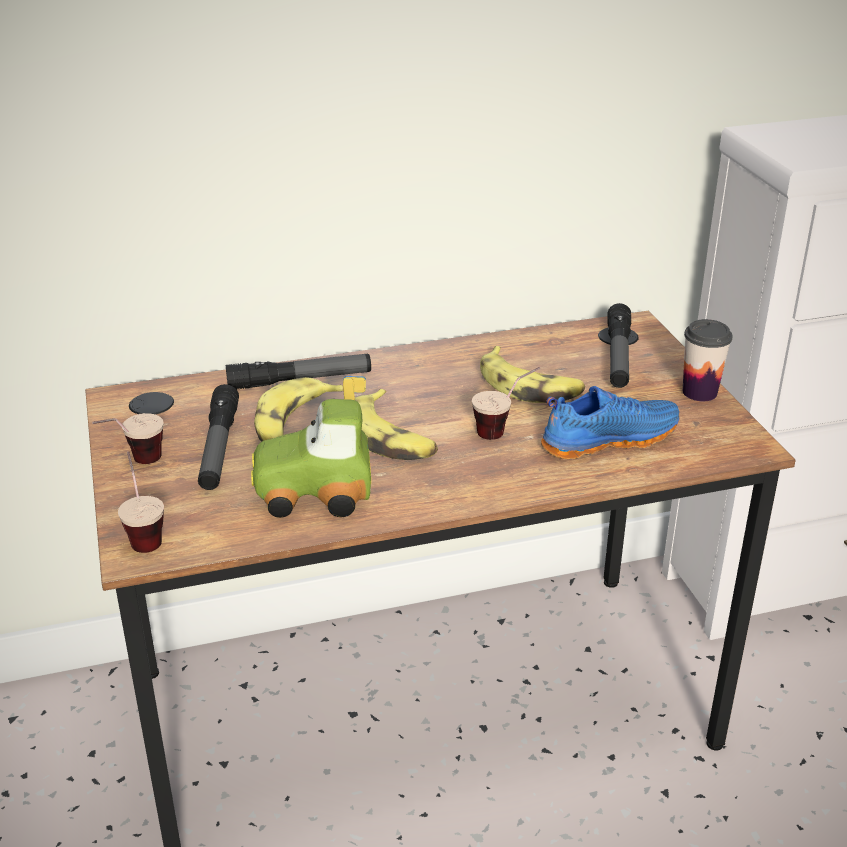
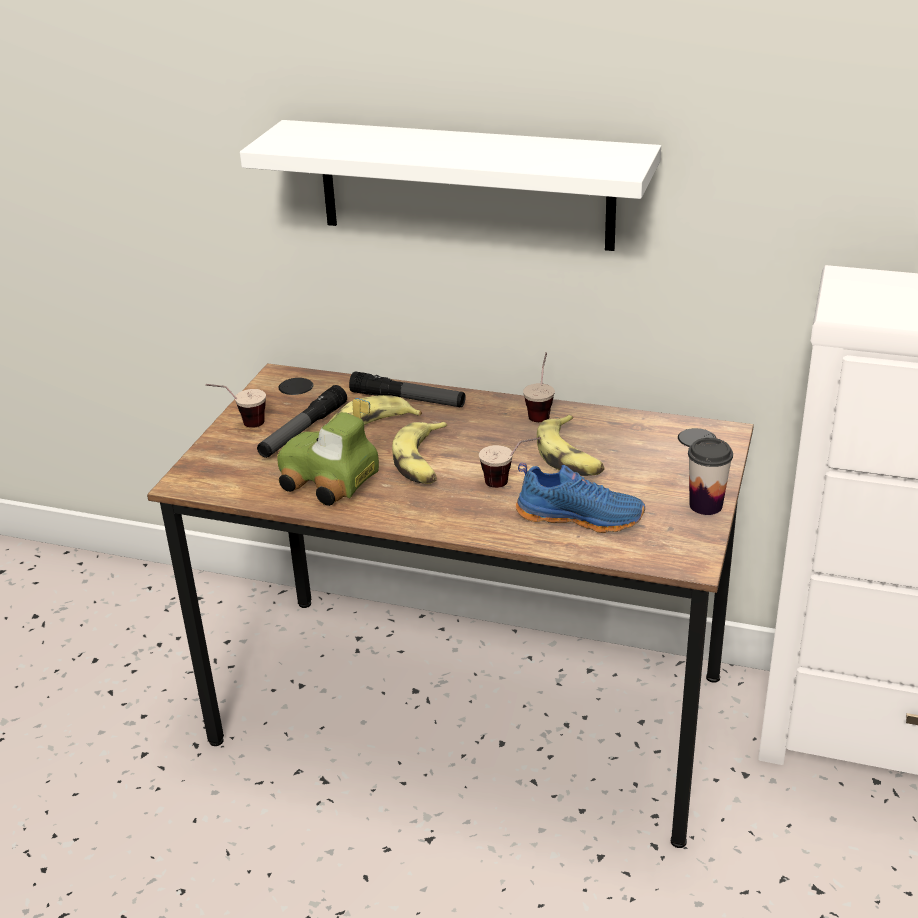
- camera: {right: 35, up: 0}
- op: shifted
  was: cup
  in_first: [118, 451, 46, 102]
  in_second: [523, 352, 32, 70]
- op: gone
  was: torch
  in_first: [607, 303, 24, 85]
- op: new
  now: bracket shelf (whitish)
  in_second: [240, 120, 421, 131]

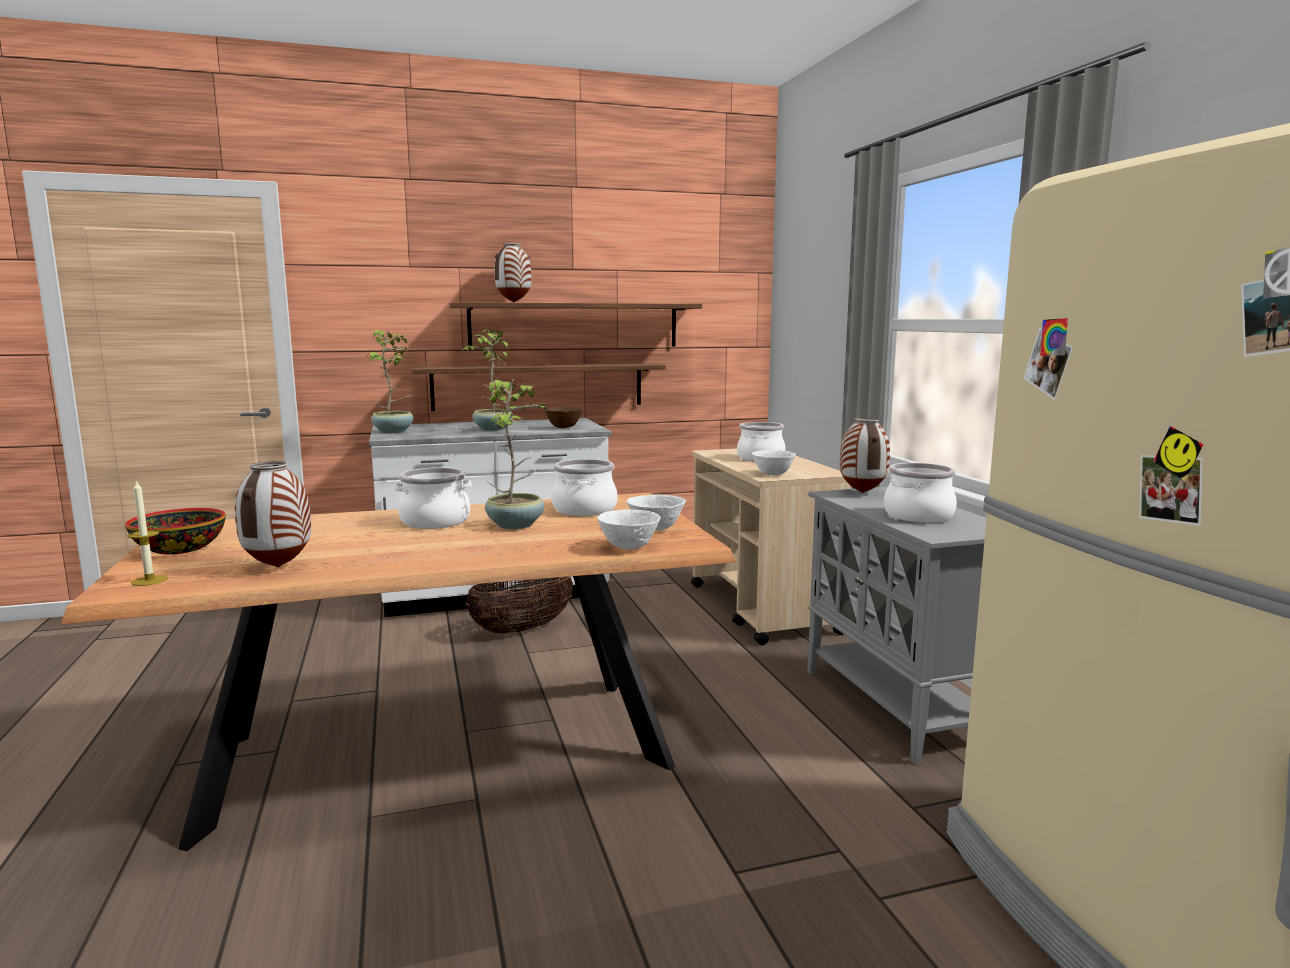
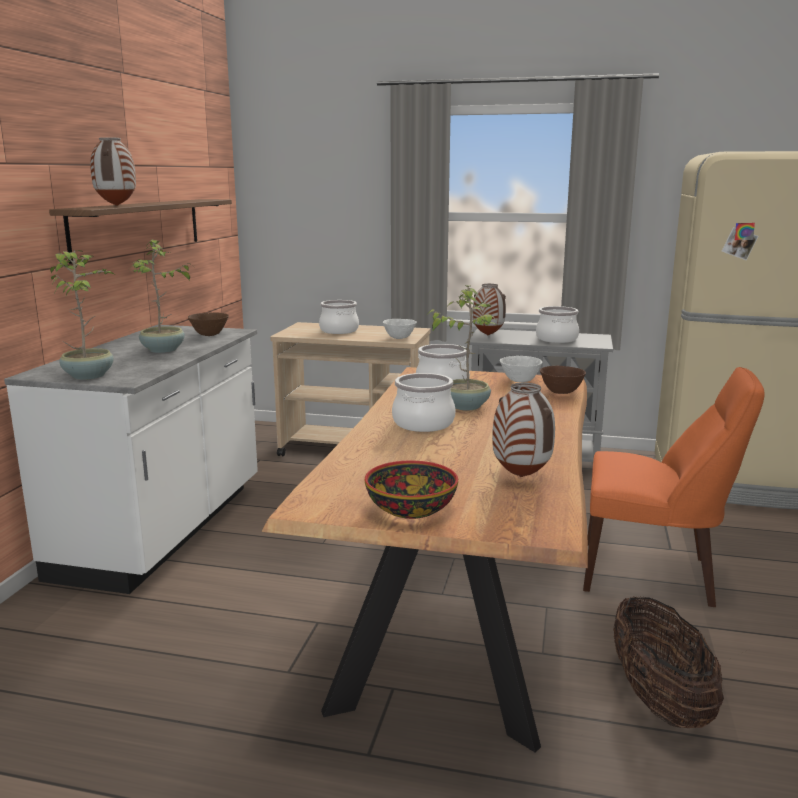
- camera: {right: -60, up: 5}
- op: gone
  was: wax candle
  in_first: [128, 480, 40, 106]
- op: gone
  was: bracket shelf
  in_first: [412, 363, 254, 48]
- op: shifted
  was: household basket
  in_first: [466, 577, 107, 57]
  in_second: [613, 596, 111, 132]
- op: repainted
  was: serving bowl (whitish)
  now: serving bowl (brown-coloured)
  in_first: [597, 509, 63, 41]
  in_second: [540, 366, 46, 28]
- op: new
  now: chair (orange-coloured)
  in_second: [583, 367, 182, 240]

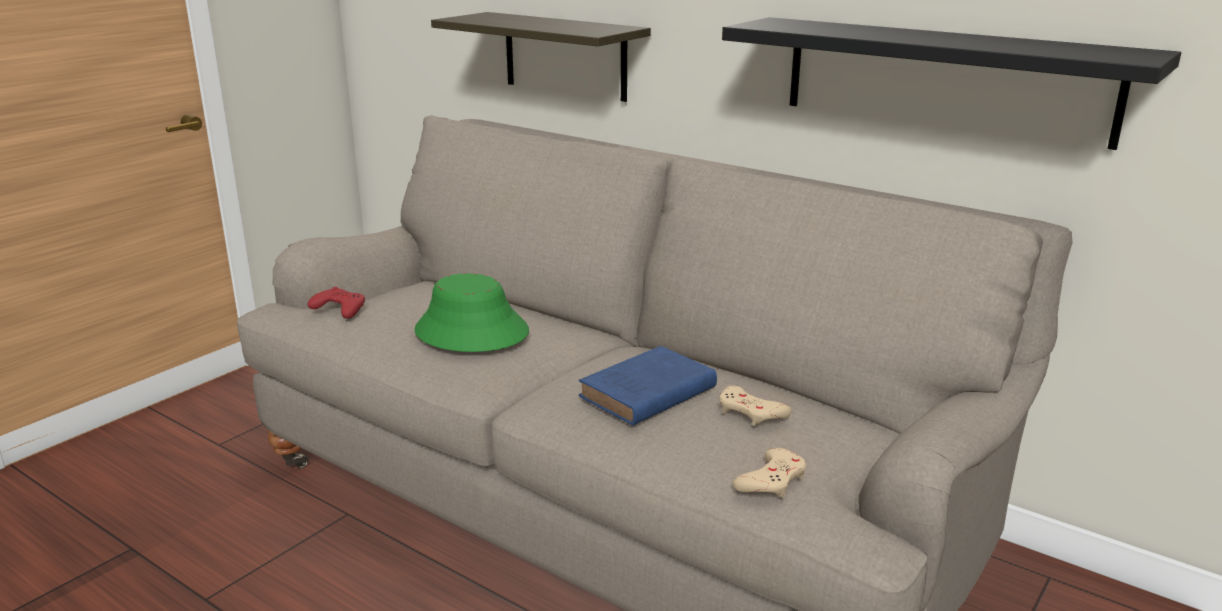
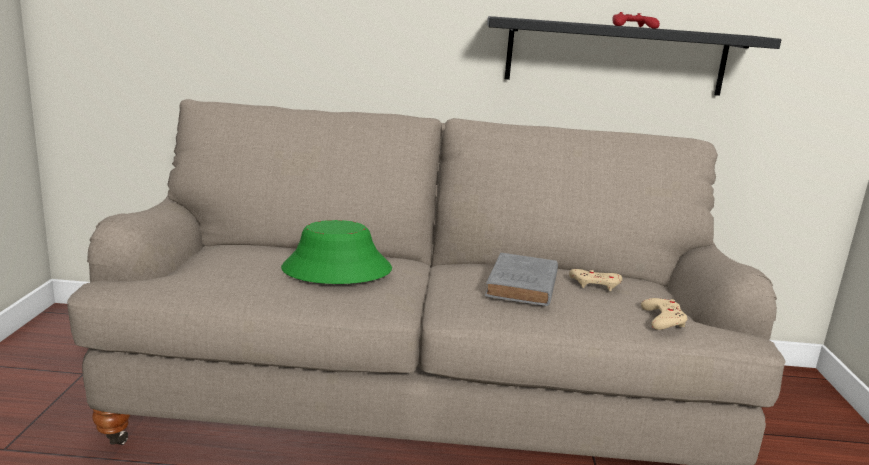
- camera: {right: -35, up: -5}
- op: shifted
  was: joypad (red)
  in_first: [308, 287, 57, 32]
  in_second: [612, 12, 48, 17]
- op: gone
  was: bracket shelf
  in_first: [431, 12, 220, 90]
- op: repainted
  was: volume (blue)
  now: volume (grey)
  in_first: [579, 346, 138, 79]
  in_second: [485, 253, 73, 53]

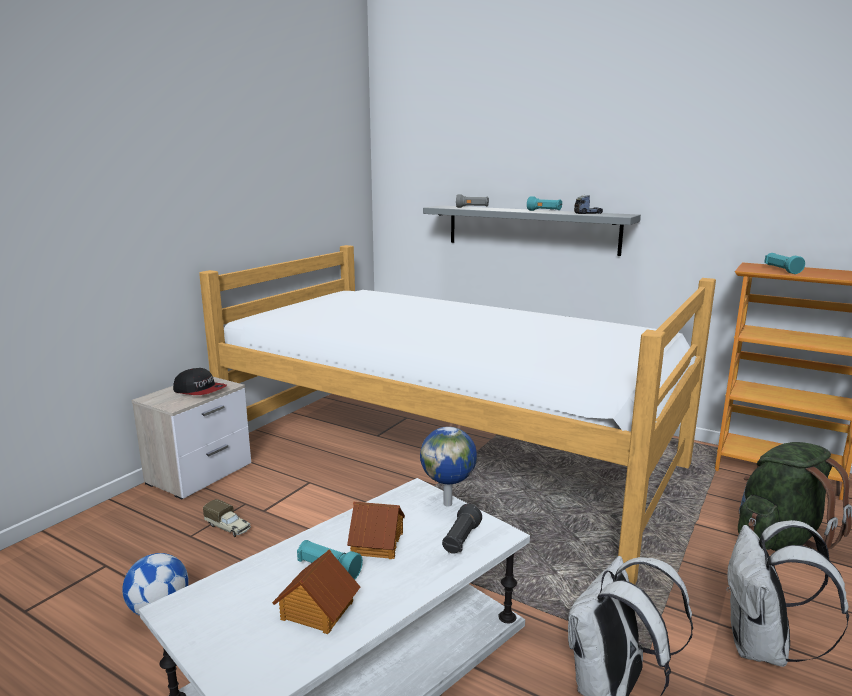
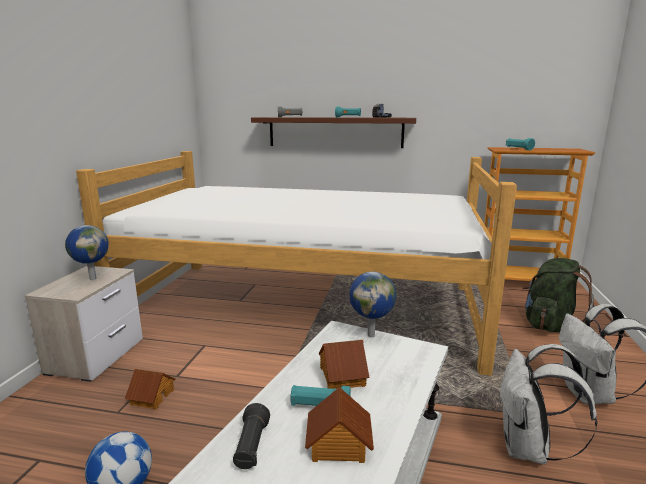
- camera: {right: -20, up: 0}
- op: swapped
  was: cap
  now: desk globe
  in_first: [173, 368, 54, 27]
  in_second: [65, 225, 44, 55]
- op: swapped
  was: toy lorry
  now: miniature house
  in_first: [203, 499, 48, 38]
  in_second: [125, 369, 51, 40]
- op: repainted
  was: bracket shelf (grey)
  now: bracket shelf (brown-coloured)
  in_first: [423, 205, 218, 51]
  in_second: [251, 117, 165, 31]
- op: shifted
  was: torch (blackish)
  in_first: [442, 504, 40, 50]
  in_second: [233, 403, 37, 66]

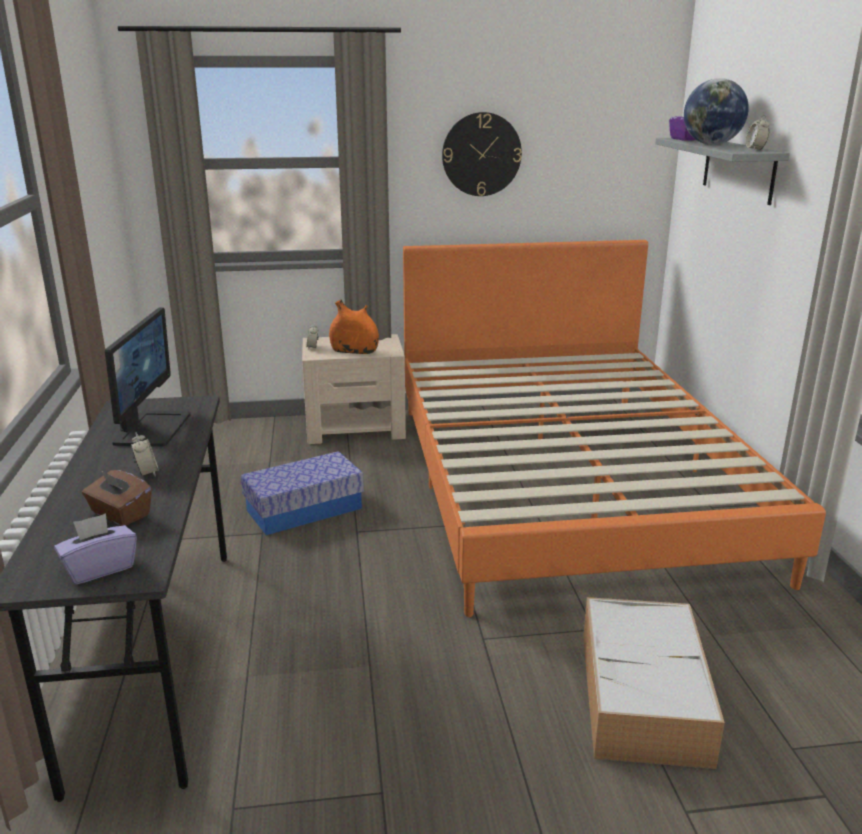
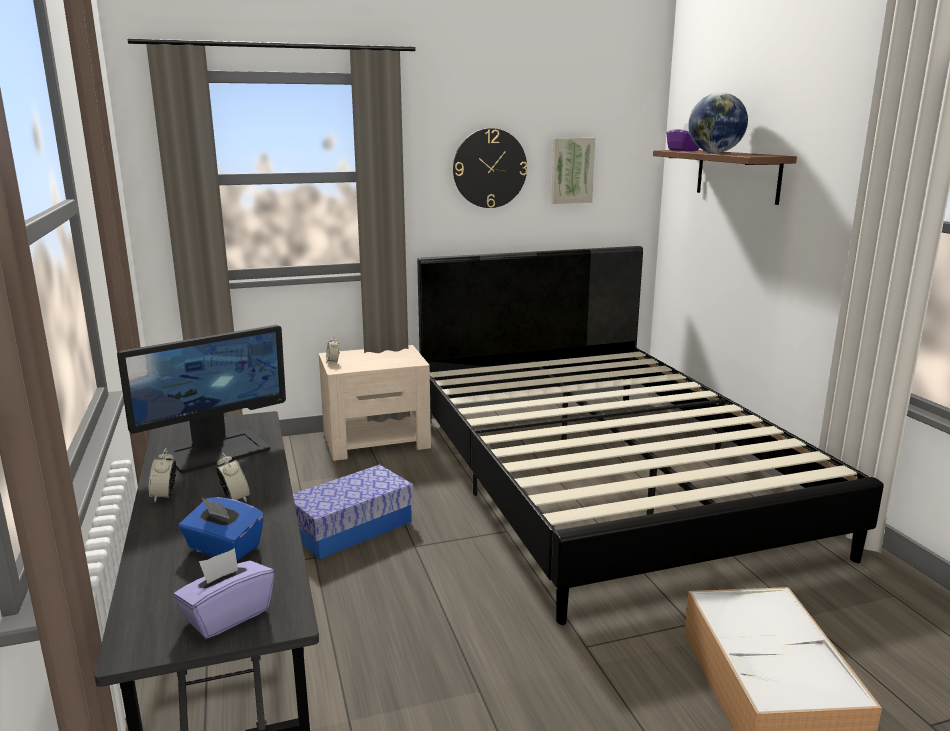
- camera: {right: -10, up: -5}
- op: repainted
  was: tissue holder (brown-coloured)
  now: tissue holder (blue)
  in_first: [82, 470, 70, 56]
  in_second: [178, 497, 86, 64]
- op: rotated
  was: computer screen
  in_first: [105, 307, 86, 140]
  in_second: [117, 325, 169, 148]
  clockwise: 60
- op: gone
  was: decorative vase (orange-coloured)
  in_first: [329, 299, 50, 55]
- op: repainted
  was: bedroom bed (orange-coloured)
  now: bedroom bed (blackish)
  in_first: [403, 240, 423, 377]
  in_second: [417, 246, 467, 379]
- op: repainted
  was: bracket shelf (grey)
  now: bracket shelf (brown-coloured)
  in_first: [655, 138, 135, 67]
  in_second: [653, 150, 144, 55]
- op: shifted
  was: bedside clock
  in_first: [745, 115, 24, 35]
  in_second: [149, 448, 27, 55]
- op: new
  now: wall picture
  in_second: [551, 138, 44, 66]

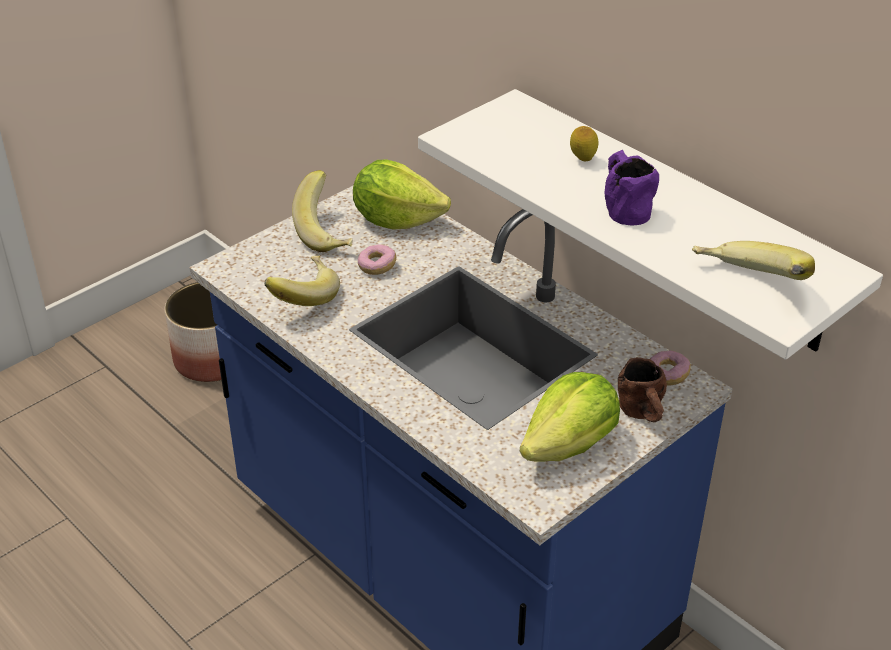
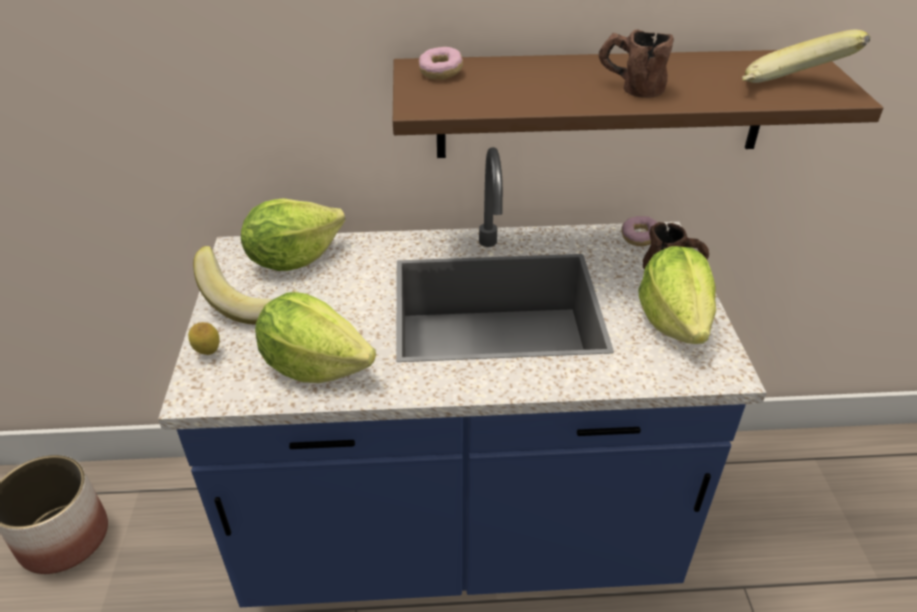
- camera: {right: -50, up: 0}
- op: swapped
  was: banana fruit
  now: lettuce
  in_first: [264, 256, 76, 50]
  in_second: [255, 292, 121, 91]
- op: shifted
  was: donut
  in_first: [358, 244, 38, 31]
  in_second: [418, 47, 45, 33]
- op: repainted
  was: bracket shelf (whitish)
  now: bracket shelf (brown-coloured)
  in_first: [418, 89, 465, 271]
  in_second: [393, 50, 490, 108]
- op: shifted
  was: whole lemon
  in_first: [570, 126, 28, 36]
  in_second: [188, 322, 32, 33]
- op: repainted
  was: coffee mug (purple-coloured)
  now: coffee mug (brown-coloured)
  in_first: [605, 150, 54, 75]
  in_second: [598, 29, 76, 69]

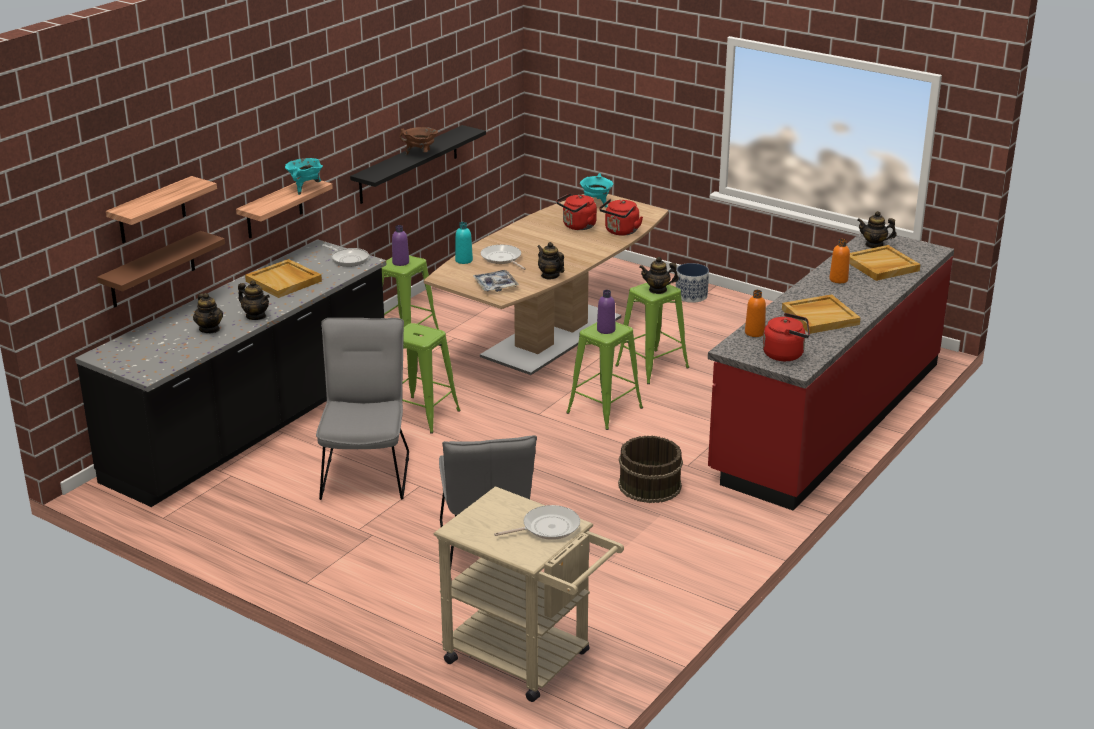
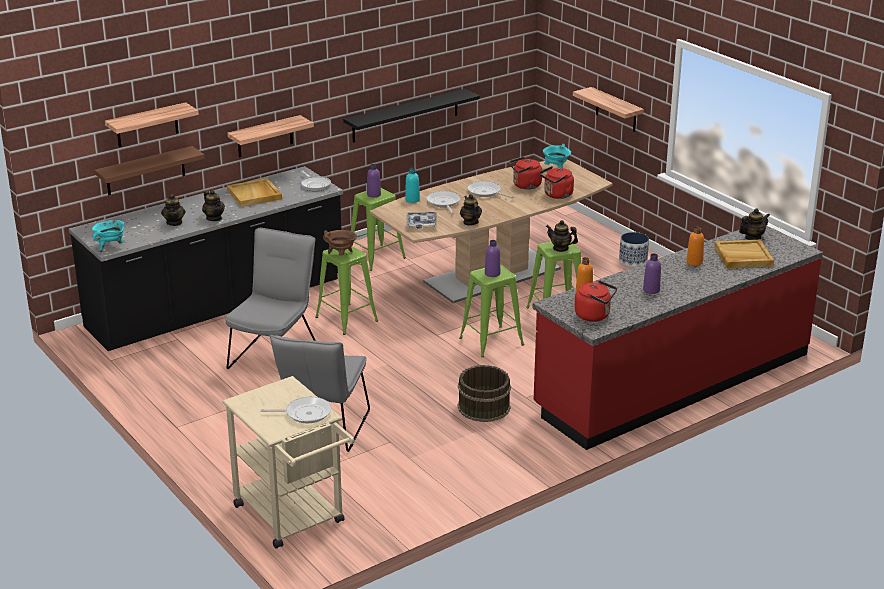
- camera: {right: 20, up: 0}
- op: shifted
  was: cooking pot (blue-green)
  in_first: [285, 158, 38, 37]
  in_second: [92, 220, 32, 33]
- op: shifted
  was: cooking pot (brown-coloured)
  in_first: [400, 127, 38, 28]
  in_second: [323, 230, 34, 25]
- op: swapped
  was: carrying tray (beige)
  now: drink bottle (purple-coloured)
  in_first: [782, 294, 79, 40]
  in_second: [643, 253, 18, 41]
- op: rotated
  was: teapot
  in_first: [857, 211, 40, 37]
  in_second: [739, 208, 31, 32]
  clockwise: 120
- op: new
  now: frying pan
  in_second: [467, 181, 47, 17]
- op: new
  now: bracket shelf
  in_second: [573, 87, 71, 45]

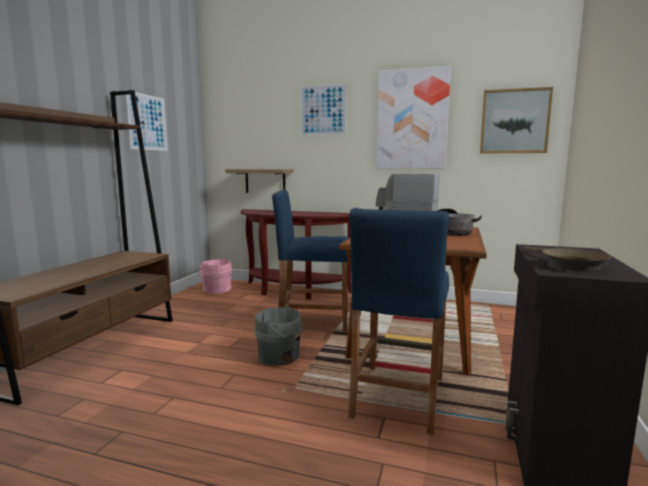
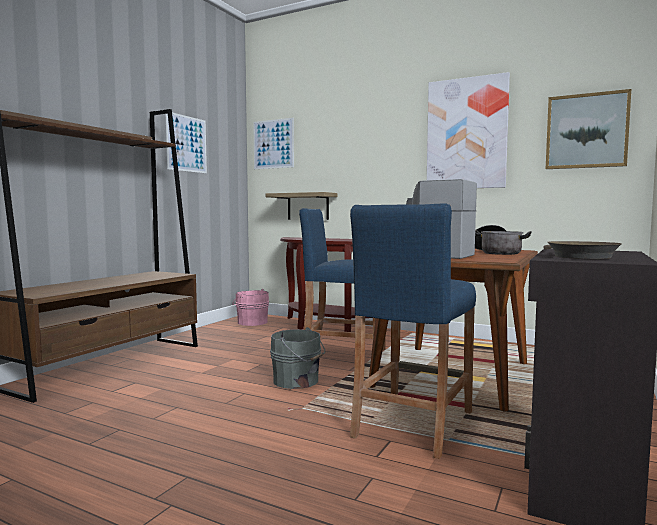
- camera: {right: 10, up: -5}
- op: shifted
  was: wall picture
  in_first: [300, 83, 47, 53]
  in_second: [253, 118, 41, 51]

